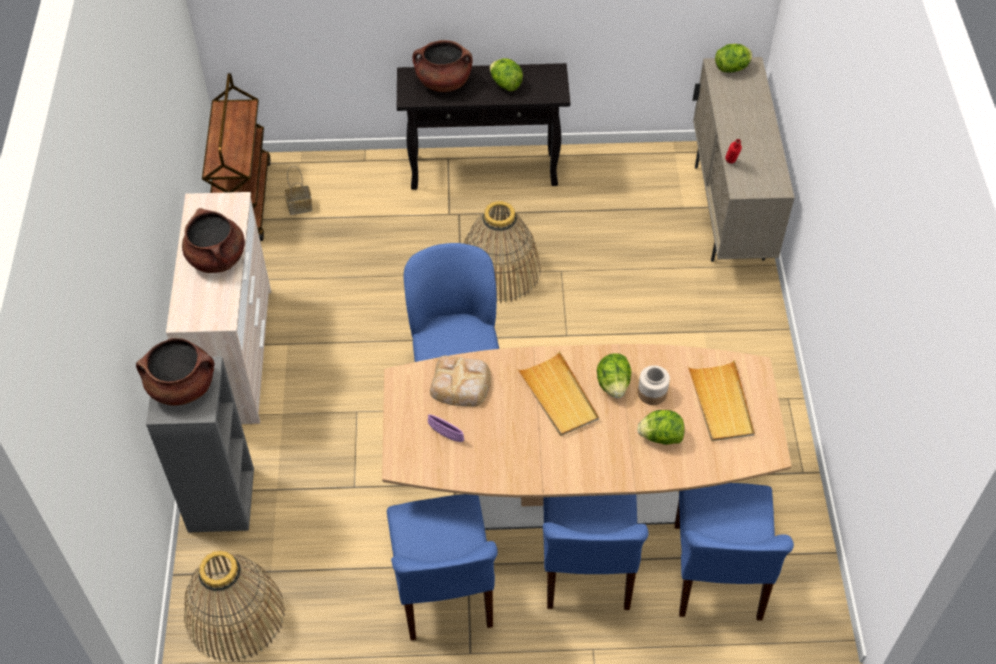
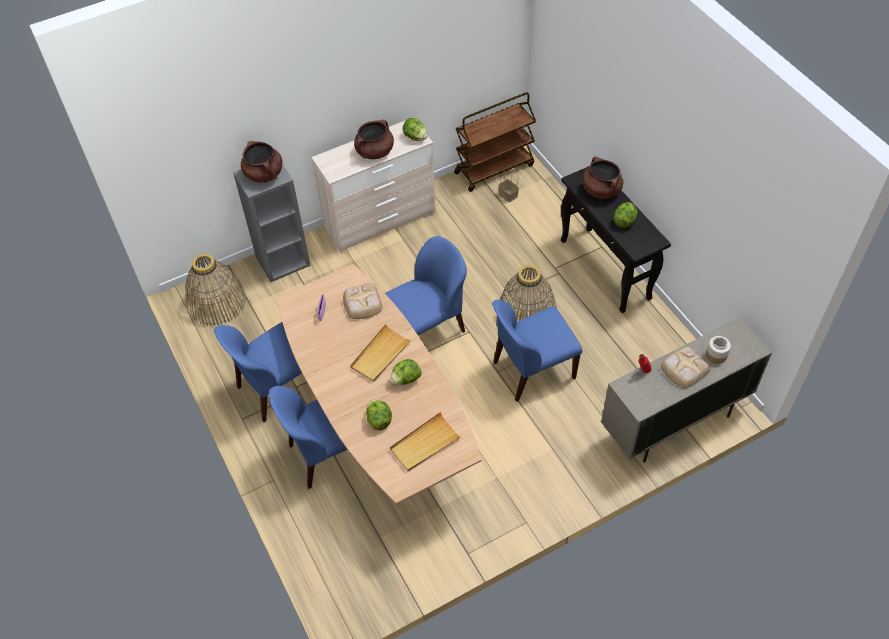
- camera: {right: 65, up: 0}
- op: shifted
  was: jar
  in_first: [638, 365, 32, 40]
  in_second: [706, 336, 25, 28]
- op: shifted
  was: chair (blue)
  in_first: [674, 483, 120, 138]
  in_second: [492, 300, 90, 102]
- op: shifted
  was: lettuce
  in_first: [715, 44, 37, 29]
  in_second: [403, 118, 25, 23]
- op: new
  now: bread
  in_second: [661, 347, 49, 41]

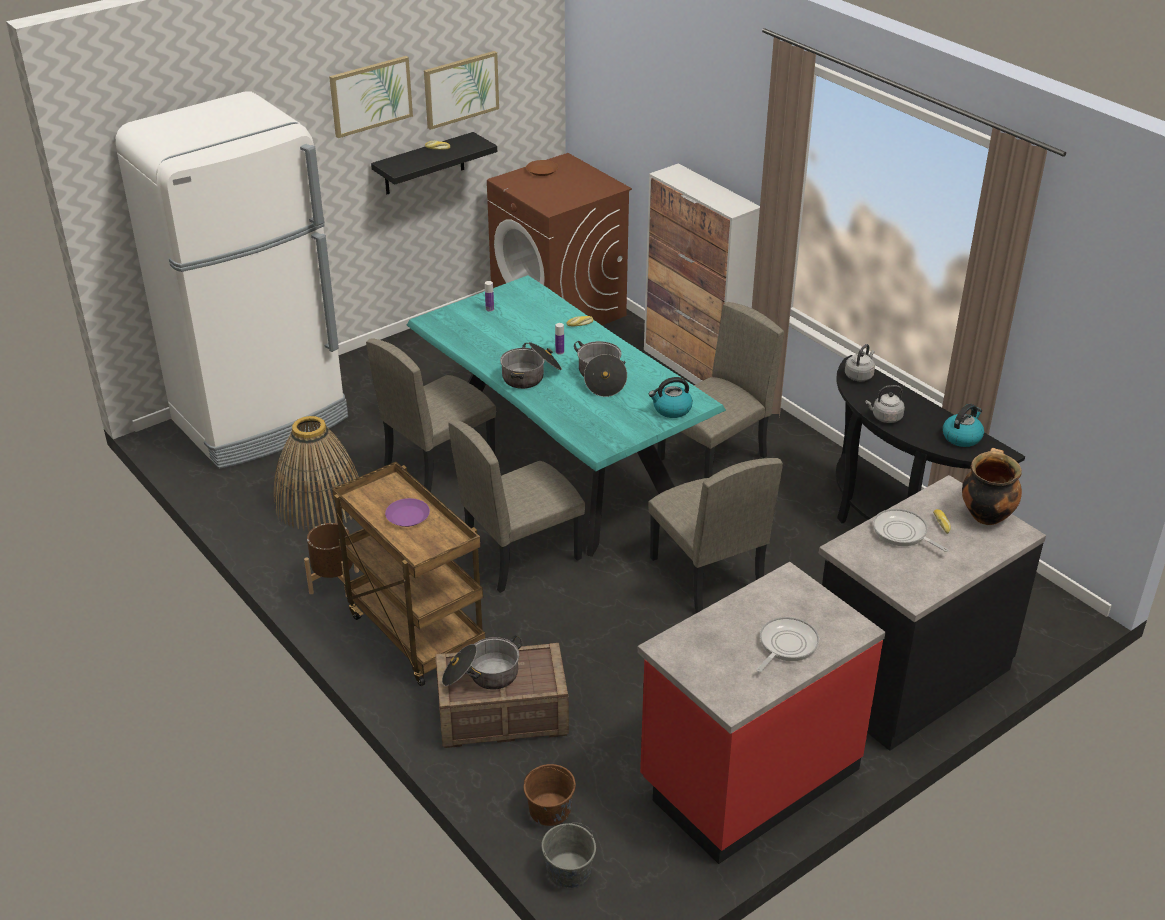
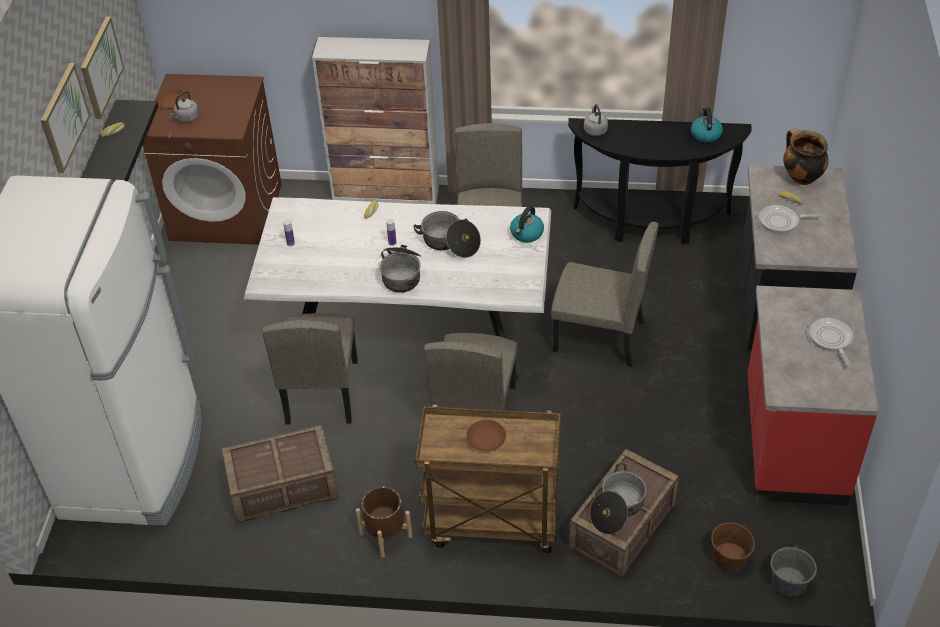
- camera: {right: -45, up: 10}
- op: swapped
  was: household basket
  now: shipping crate
  in_first: [274, 416, 85, 115]
  in_second: [222, 425, 117, 98]
- op: repainted
  was: dinner plate (purple-coloured)
  now: dinner plate (brown-coloured)
  in_first: [385, 498, 45, 29]
  in_second: [466, 420, 40, 31]
- op: repainted
  was: kitchen table (blue-green)
  now: kitchen table (whitish)
  in_first: [407, 275, 319, 282]
  in_second: [244, 197, 307, 183]
- op: shifted
  was: kettle (grey)
  in_first: [865, 385, 40, 38]
  in_second: [169, 91, 30, 32]

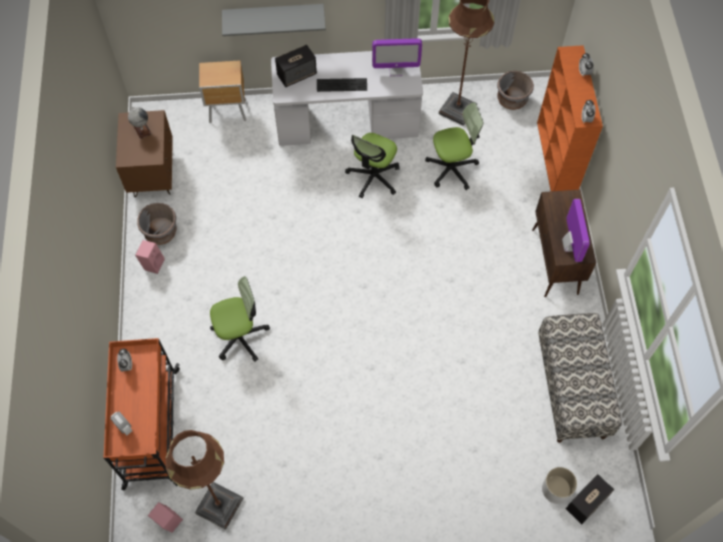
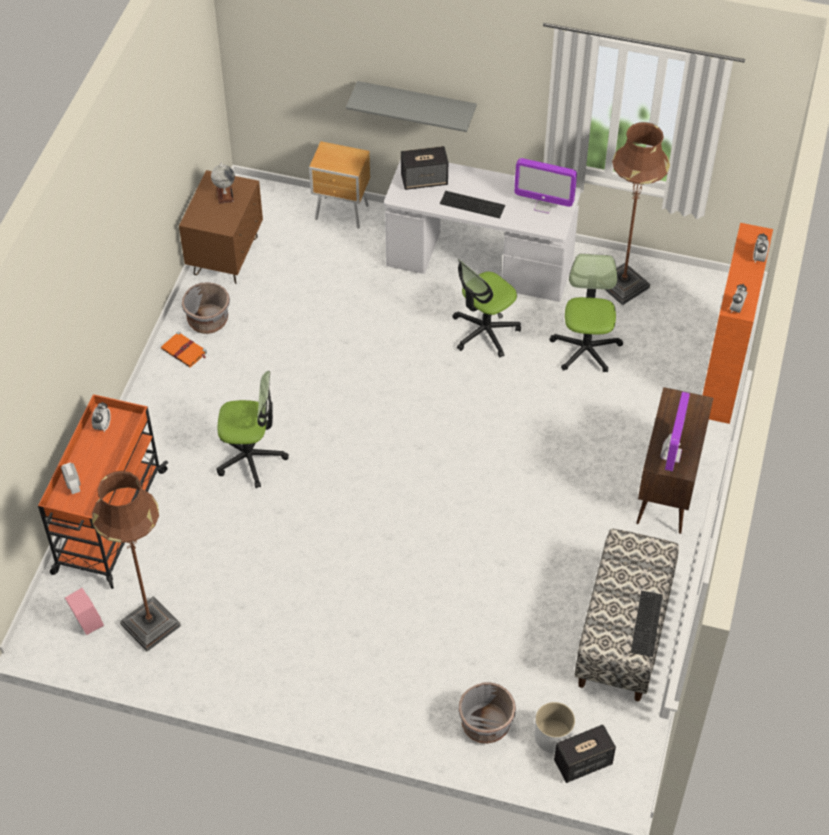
- camera: {right: 20, up: -10}
- op: swapped
  was: loudspeaker (pink-coloured)
  now: volume (orange-coloured)
  in_first: [135, 240, 30, 34]
  in_second: [161, 332, 46, 35]
- op: rotated
  was: desk chair
  in_first: [425, 102, 59, 88]
  in_second: [550, 254, 73, 118]
  clockwise: -90
- op: shifted
  was: plant pot (grey)
  in_first: [497, 71, 37, 39]
  in_second: [458, 683, 58, 61]
- op: new
  now: computer keyboard
  in_second: [631, 591, 32, 66]

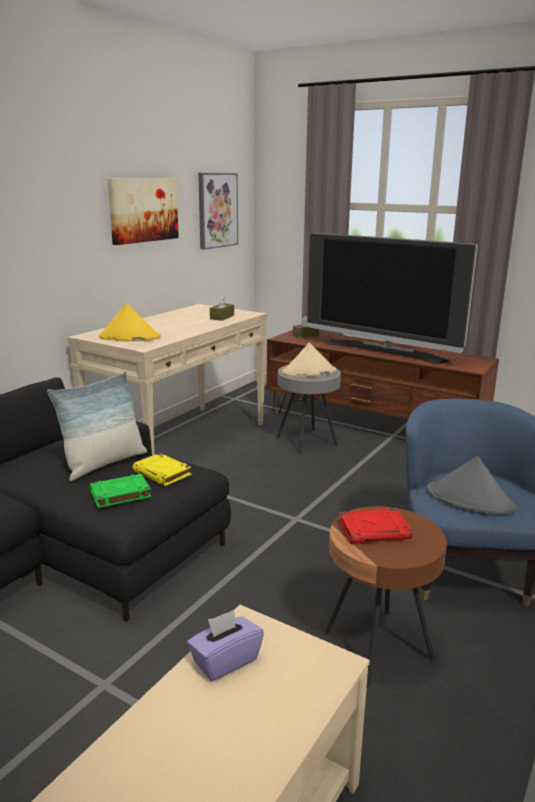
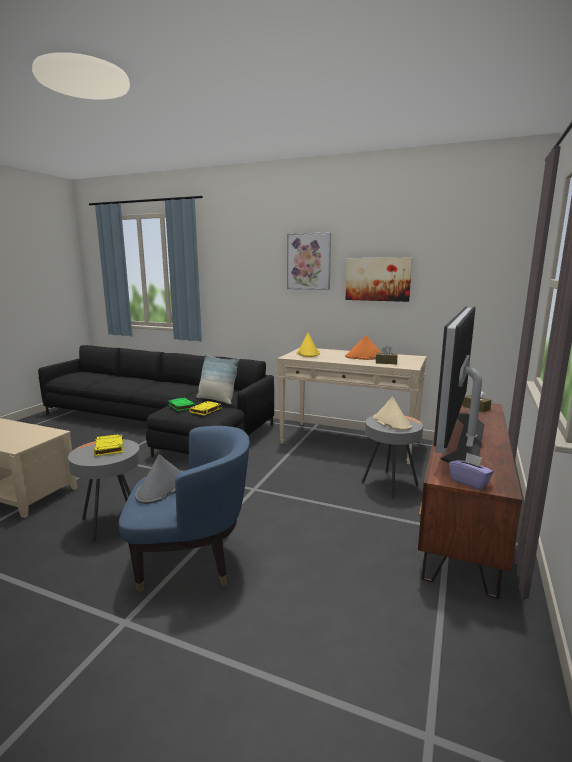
- camera: {right: 80, up: -5}
- op: shifted
  was: tissue holder (purple-coloured)
  in_first: [187, 610, 77, 71]
  in_second: [449, 453, 45, 37]
- op: shifted
  was: wall picture
  in_first: [198, 173, 40, 77]
  in_second: [287, 233, 44, 57]
- op: repainted
  was: accent table (brown-coloured)
  now: accent table (grey)
  in_first: [324, 506, 123, 180]
  in_second: [68, 439, 72, 103]
- op: repainted
  was: volume (red)
  now: volume (yellow)
  in_first: [339, 508, 73, 36]
  in_second: [94, 434, 29, 22]
- op: new
  now: hat (orange-coloured)
  in_second: [345, 335, 37, 25]

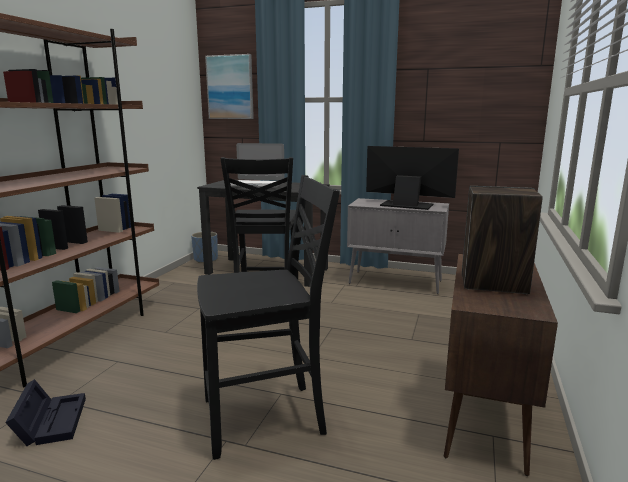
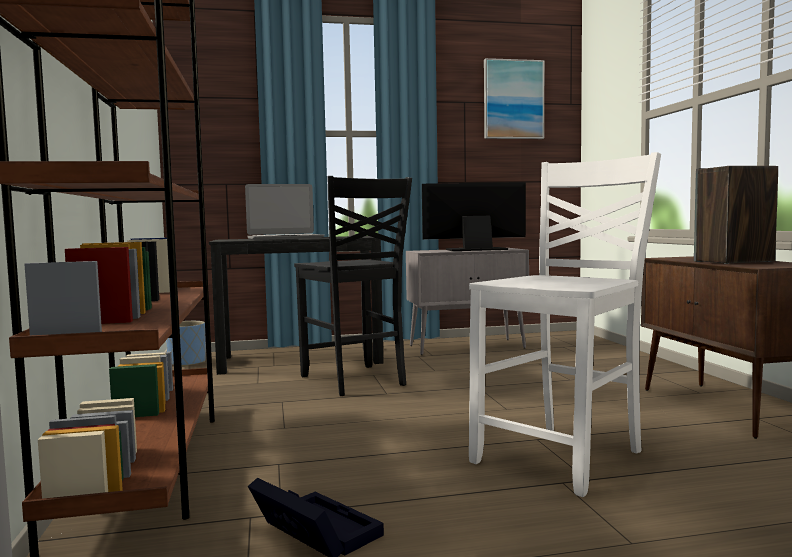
- camera: {right: -30, up: -10}
- op: repainted
  was: chair (blackish)
  now: chair (whitish)
  in_first: [197, 175, 143, 285]
  in_second: [469, 152, 192, 345]
- op: shifted
  was: wall picture
  in_first: [205, 54, 49, 65]
  in_second: [484, 58, 60, 81]

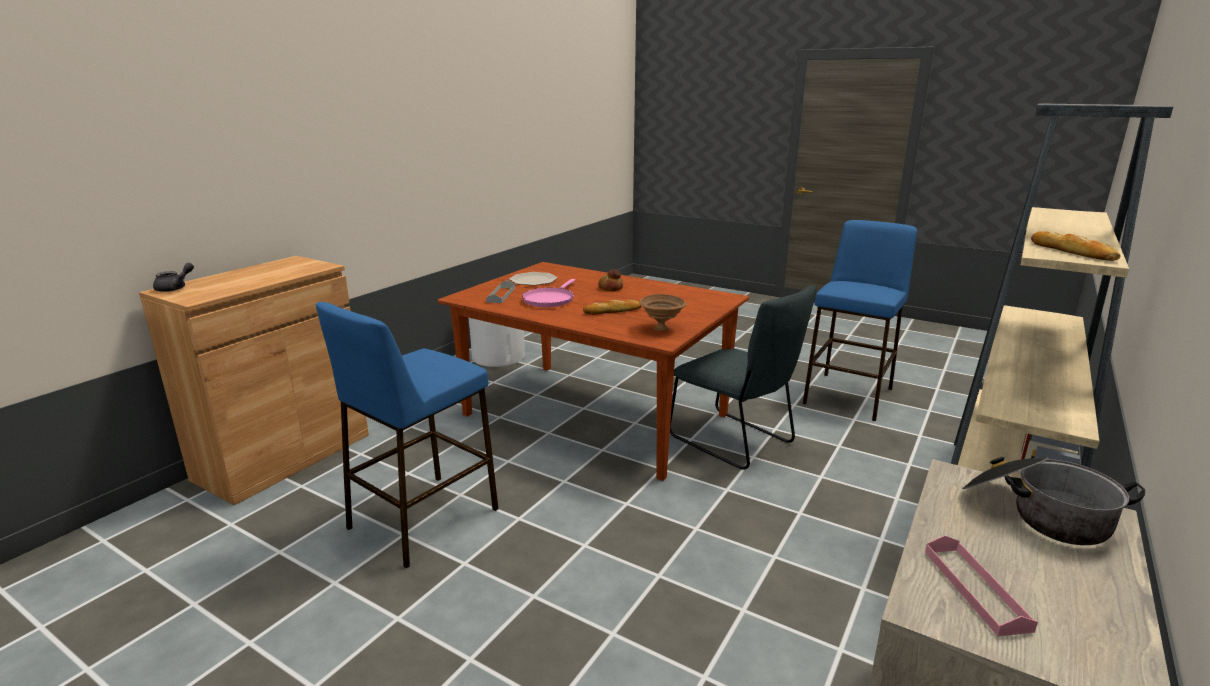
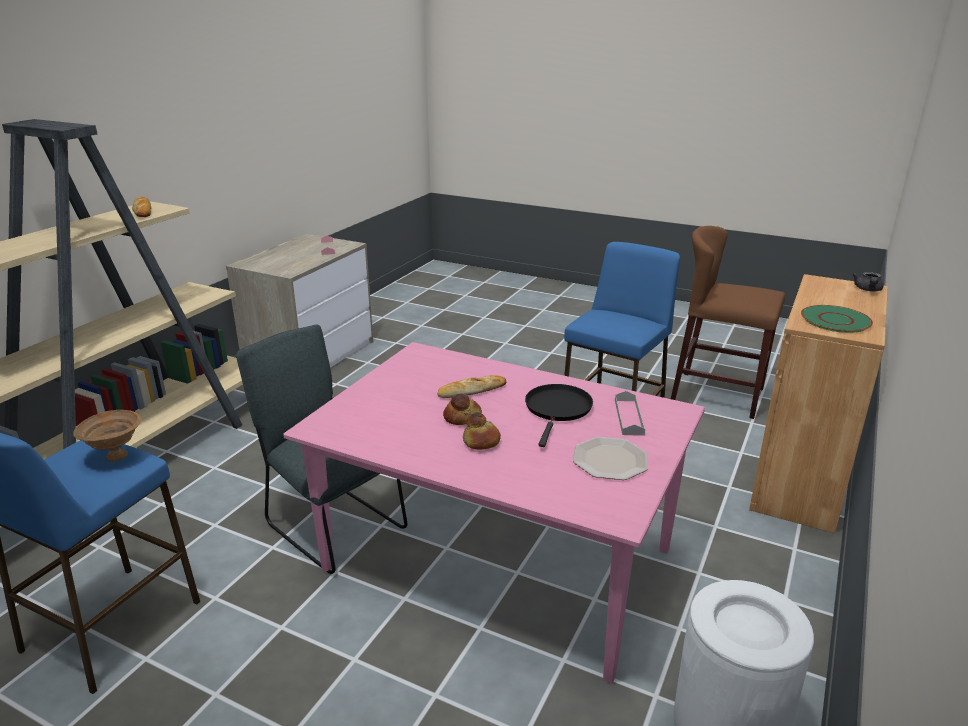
- camera: {right: 175, up: 5}
- op: repainted
  was: kitchen table (brown-coloured)
  now: kitchen table (pink-coloured)
  in_first: [438, 262, 311, 219]
  in_second: [283, 342, 422, 342]
- op: repainted
  was: frying pan (pink-coloured)
  now: frying pan (blackish)
  in_first: [522, 279, 53, 28]
  in_second: [525, 384, 68, 63]
- op: shifted
  was: serving bowl (brown-coloured)
  in_first: [639, 294, 48, 37]
  in_second: [73, 410, 68, 52]
- op: gone
  was: cooking pot
  in_first: [963, 457, 182, 88]
- op: new
  now: bread
  in_second: [443, 393, 39, 32]
- op: new
  now: stool (brown-coloured)
  in_second: [671, 226, 114, 193]
- op: new
  now: dinner plate (greenish)
  in_second: [801, 305, 72, 28]

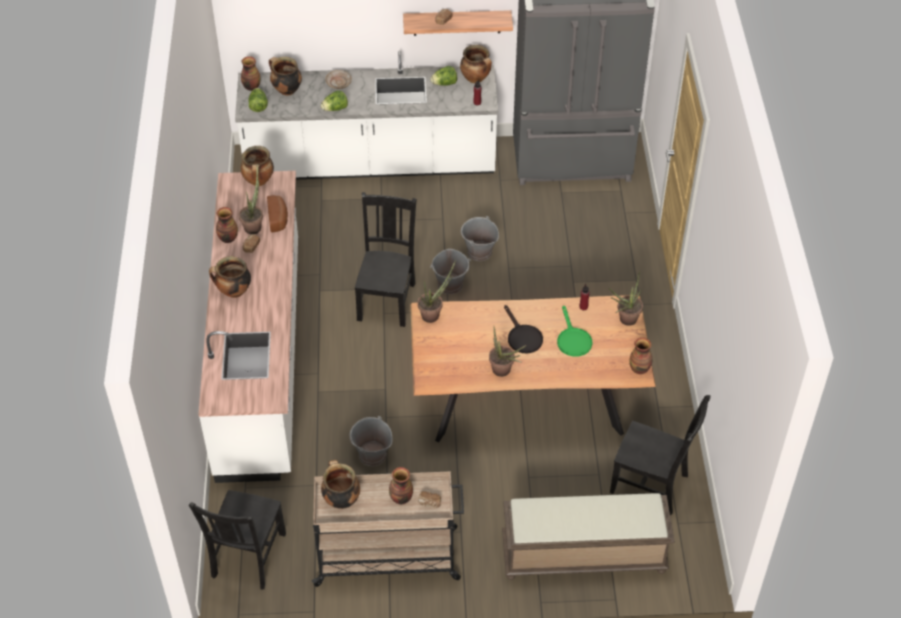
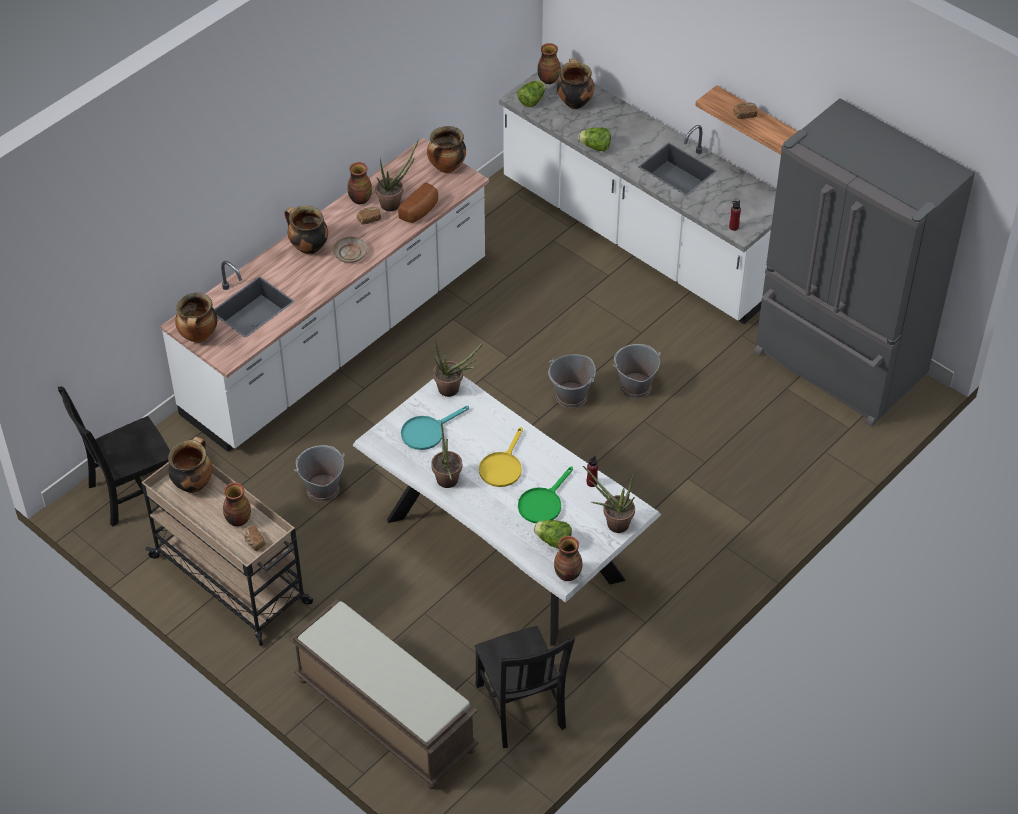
- camera: {right: 45, up: 0}
- op: shifted
  was: dinner plate (beige)
  in_first: [325, 70, 27, 19]
  in_second: [333, 237, 34, 26]
- op: gone
  was: chair (blackish)
  in_first: [355, 192, 61, 135]
- op: repainted
  was: kitchen table (brown-coloured)
  now: kitchen table (whitish)
  in_first: [410, 295, 246, 147]
  in_second: [352, 376, 309, 270]
- op: shifted
  was: lettuce
  in_first: [430, 66, 27, 20]
  in_second: [533, 520, 39, 29]
- op: shifted
  was: cooking pot
  in_first: [460, 45, 32, 38]
  in_second: [175, 293, 42, 50]
- op: repainted
  was: frying pan (blackish)
  now: frying pan (yellow)
  in_first: [504, 305, 39, 48]
  in_second: [479, 427, 44, 60]
- op: new
  now: frying pan (blue-green)
  in_second: [401, 406, 68, 44]

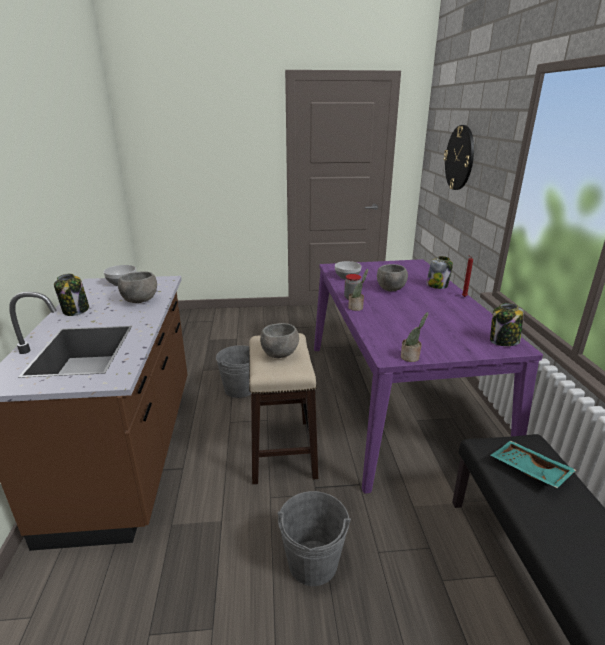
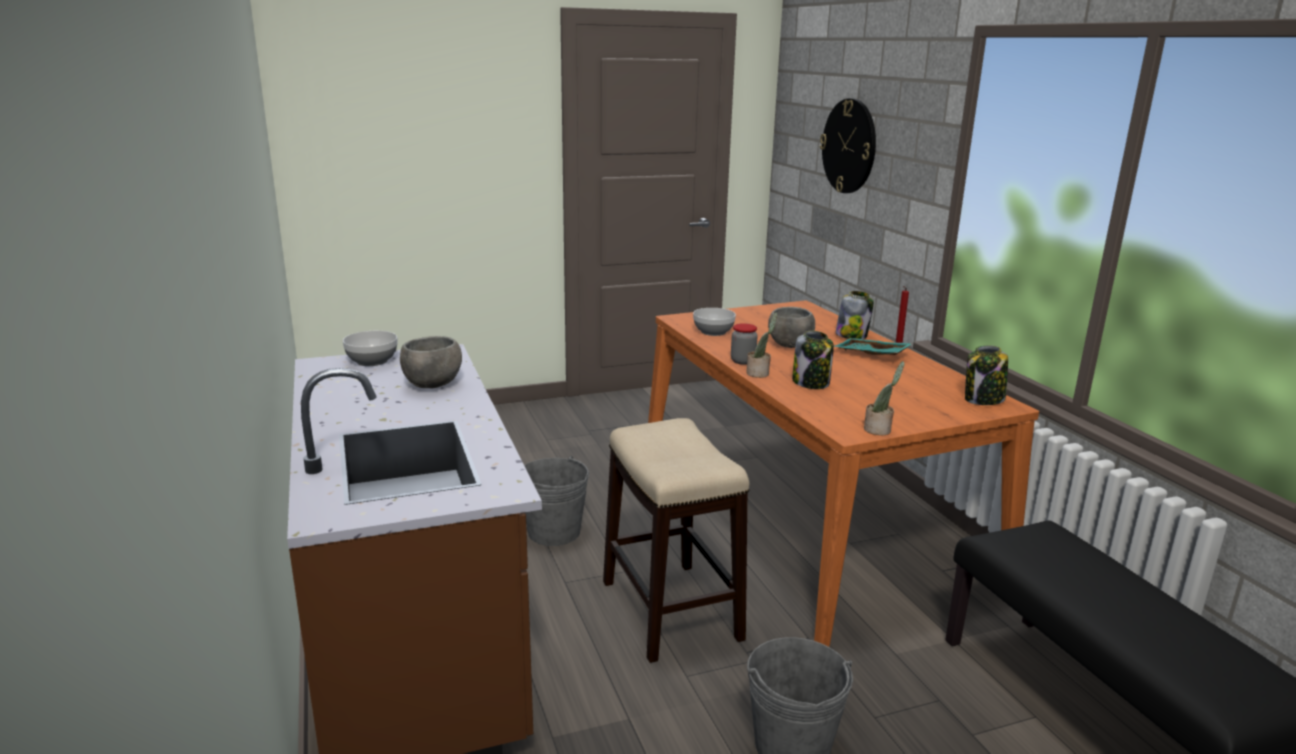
- camera: {right: -15, up: -5}
- op: shifted
  was: jar
  in_first: [54, 274, 35, 42]
  in_second: [792, 331, 42, 58]
- op: gone
  was: serving bowl (grey)
  in_first: [260, 323, 39, 35]
- op: repainted
  was: kitchen table (purple-coloured)
  now: kitchen table (orange-coloured)
  in_first: [314, 259, 229, 234]
  in_second: [648, 300, 391, 347]
- op: shifted
  was: carrying tray (blue-green)
  in_first: [491, 441, 85, 47]
  in_second: [834, 338, 78, 17]

